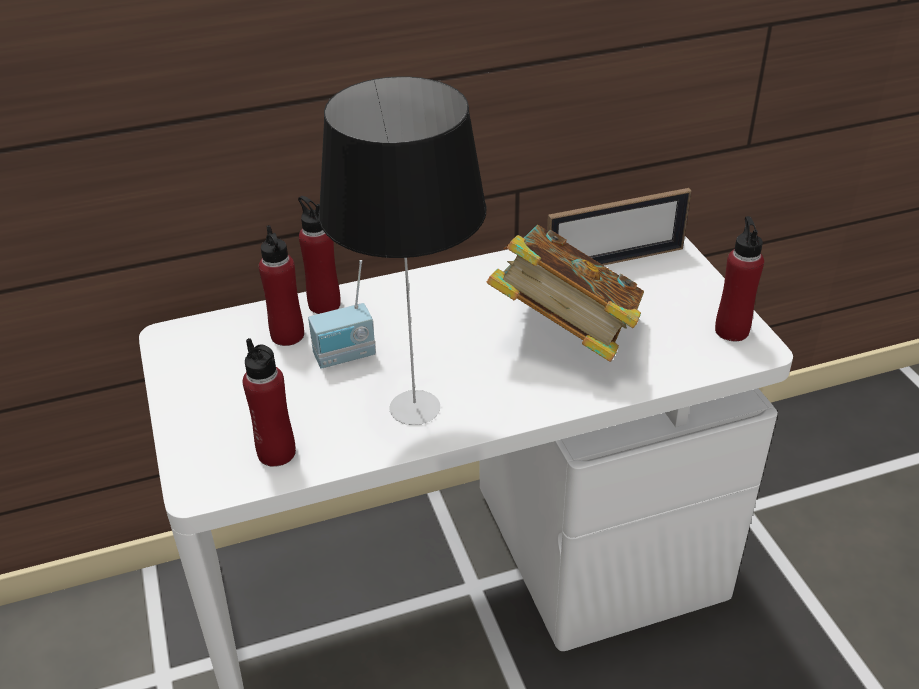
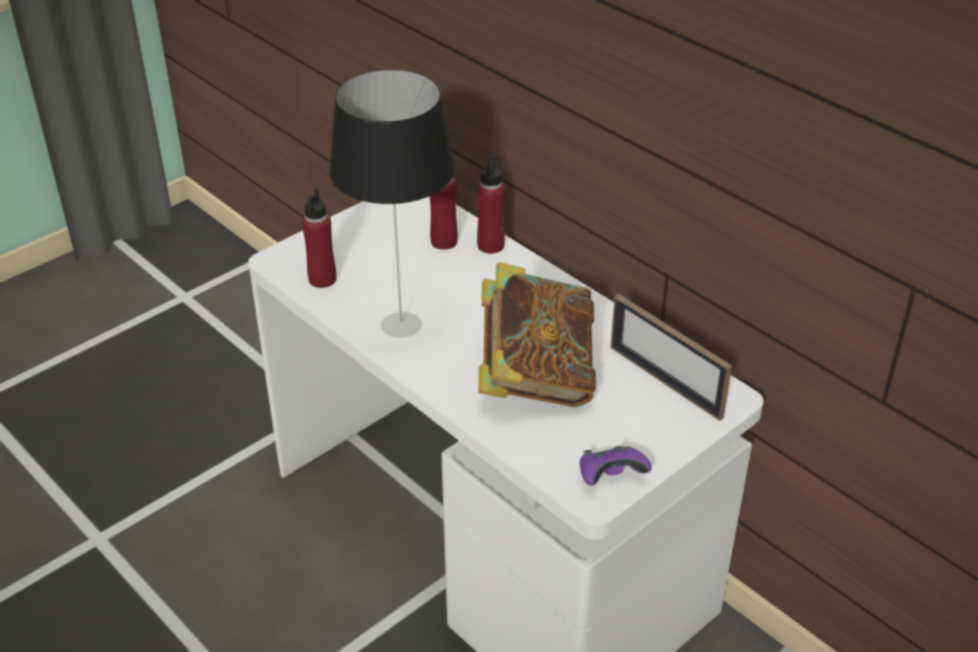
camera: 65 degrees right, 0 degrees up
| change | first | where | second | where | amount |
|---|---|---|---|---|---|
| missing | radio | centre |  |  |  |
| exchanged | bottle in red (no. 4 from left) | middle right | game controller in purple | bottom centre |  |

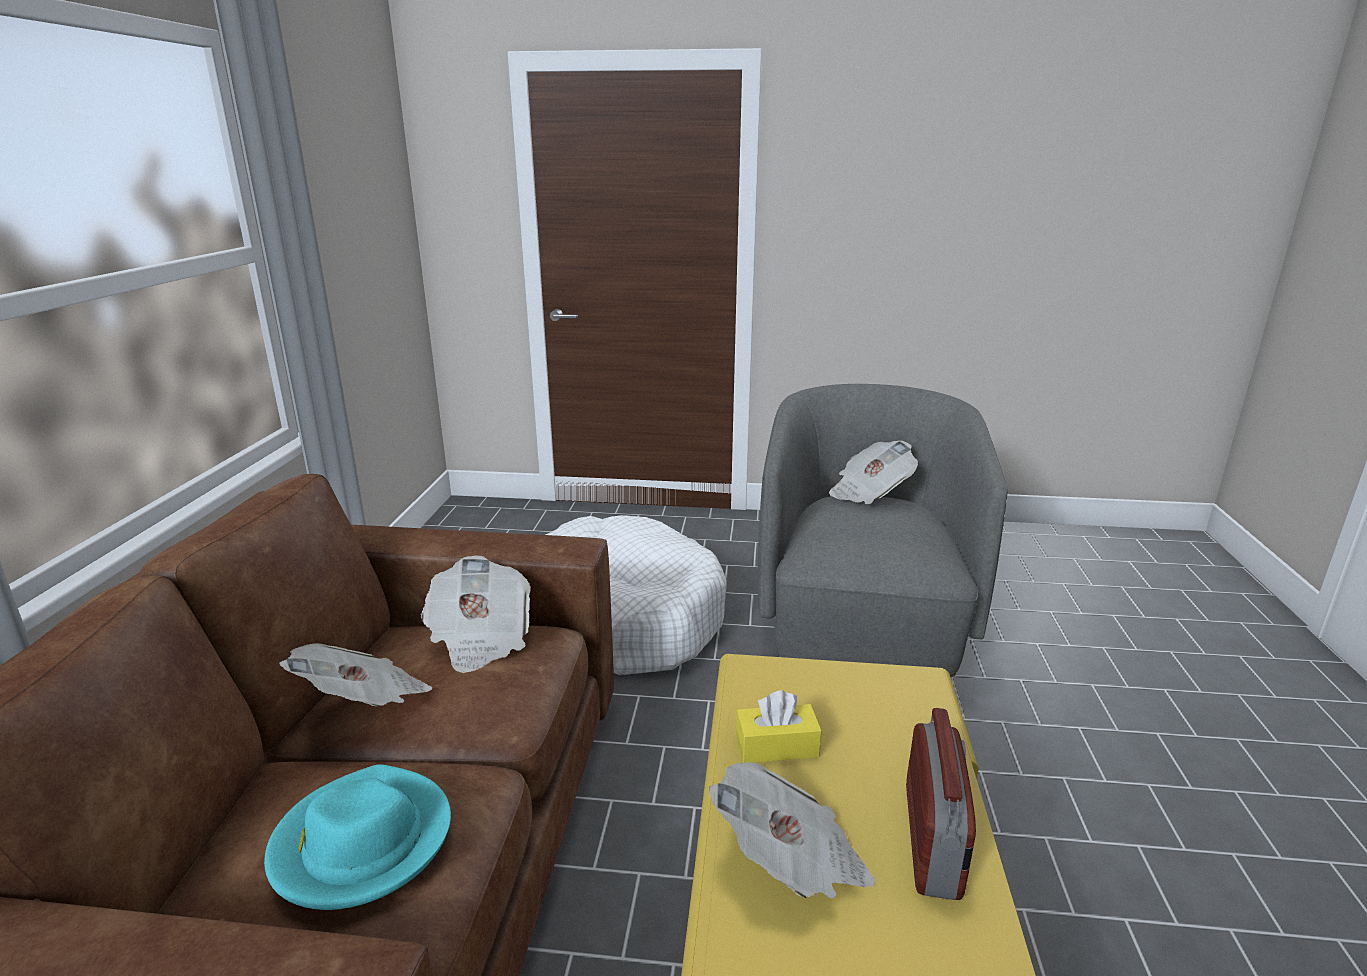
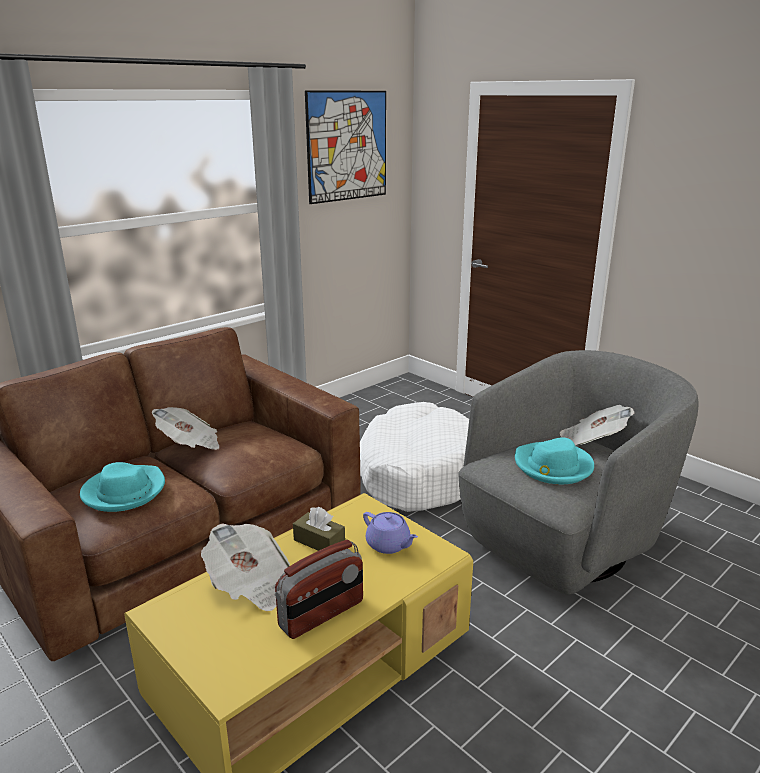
camera: 40 degrees right, 0 degrees up
| change | first | where | second | where | amount |
|---|---|---|---|---|---|
| missing | newspaper (no. 2 from left) | centre |  |  |  |
| appeared |  |  | picture | top centre |  |
| appeared |  |  | teapot in purple | bottom centre |  |
| appeared |  |  | hat in turquoise (no. 2 from left) | middle right |  |
| colour | tissue box in yellow | bottom centre | tissue box in brown | bottom centre |  |

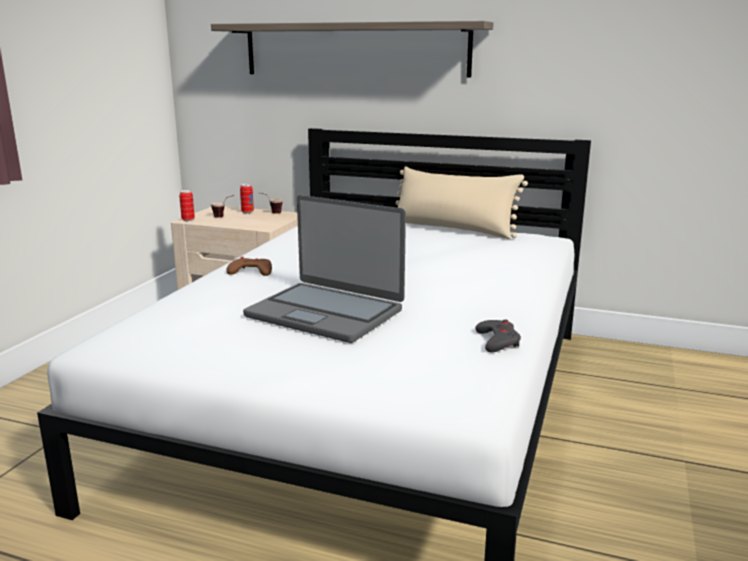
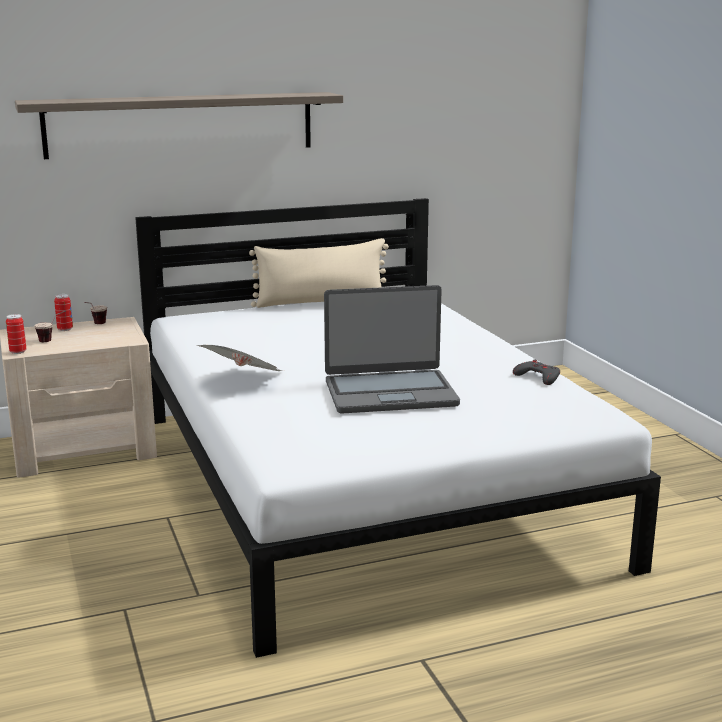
camera: 40 degrees left, 0 degrees up
| change | first | where | second | where | amount |
|---|---|---|---|---|---|
| exchanged | game controller in brown | middle left | newspaper | middle left |  |

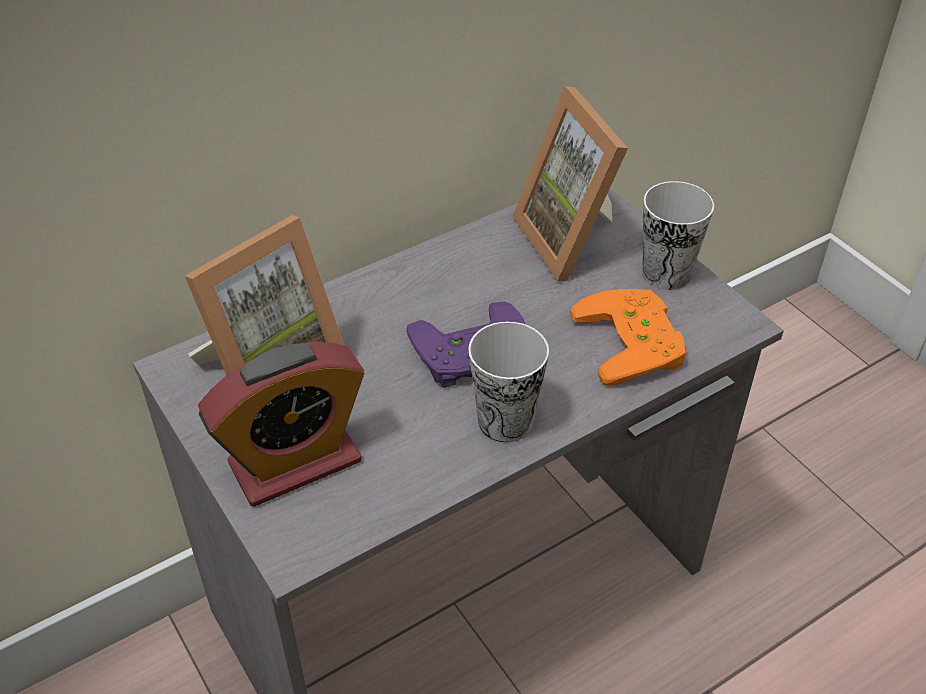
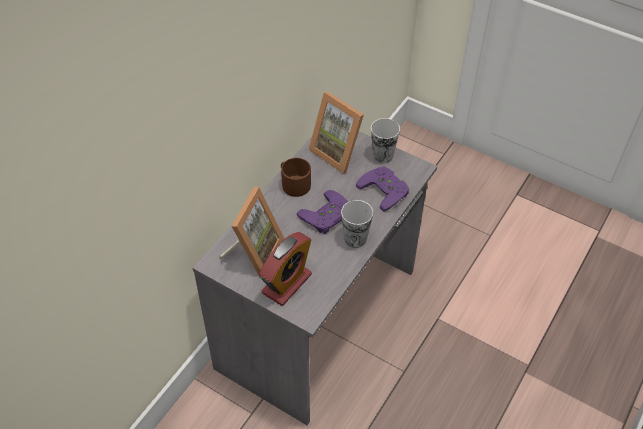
camera: 25 degrees left, 5 degrees up
| change | first | where | second | where | amount |
|---|---|---|---|---|---|
| appeared |  |  | mug in brown | centre |  |
| colour | game controller in orange | middle right | game controller in purple (no. 2 from left) | centre |  |

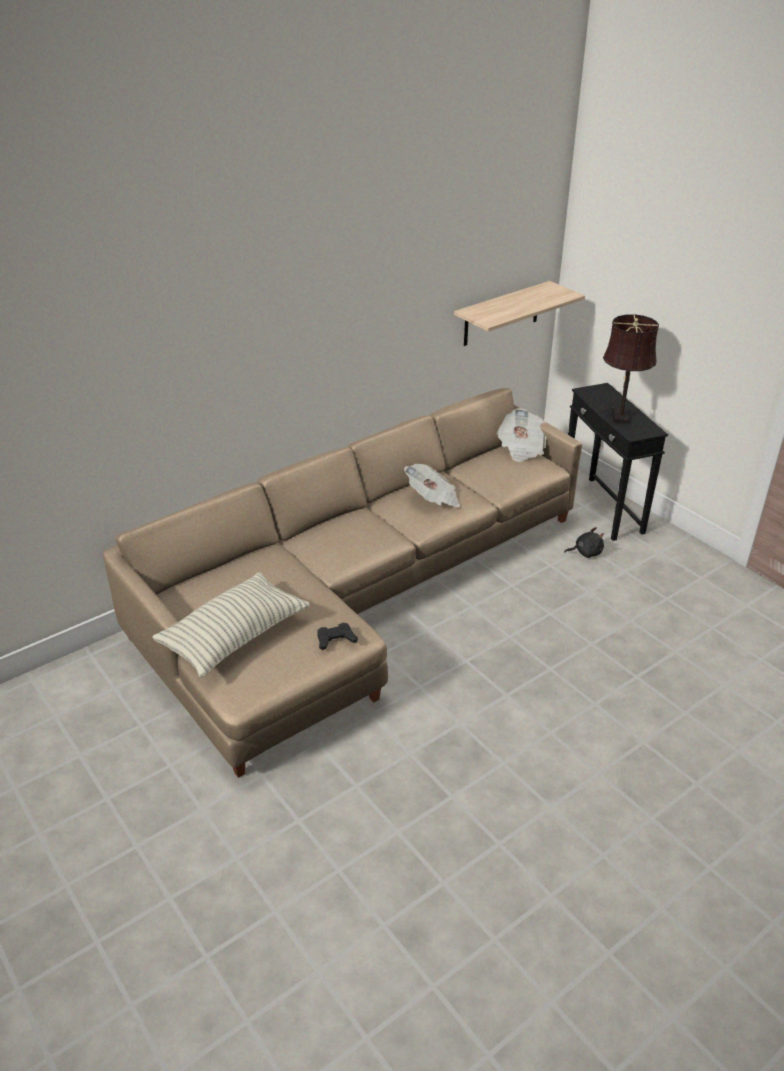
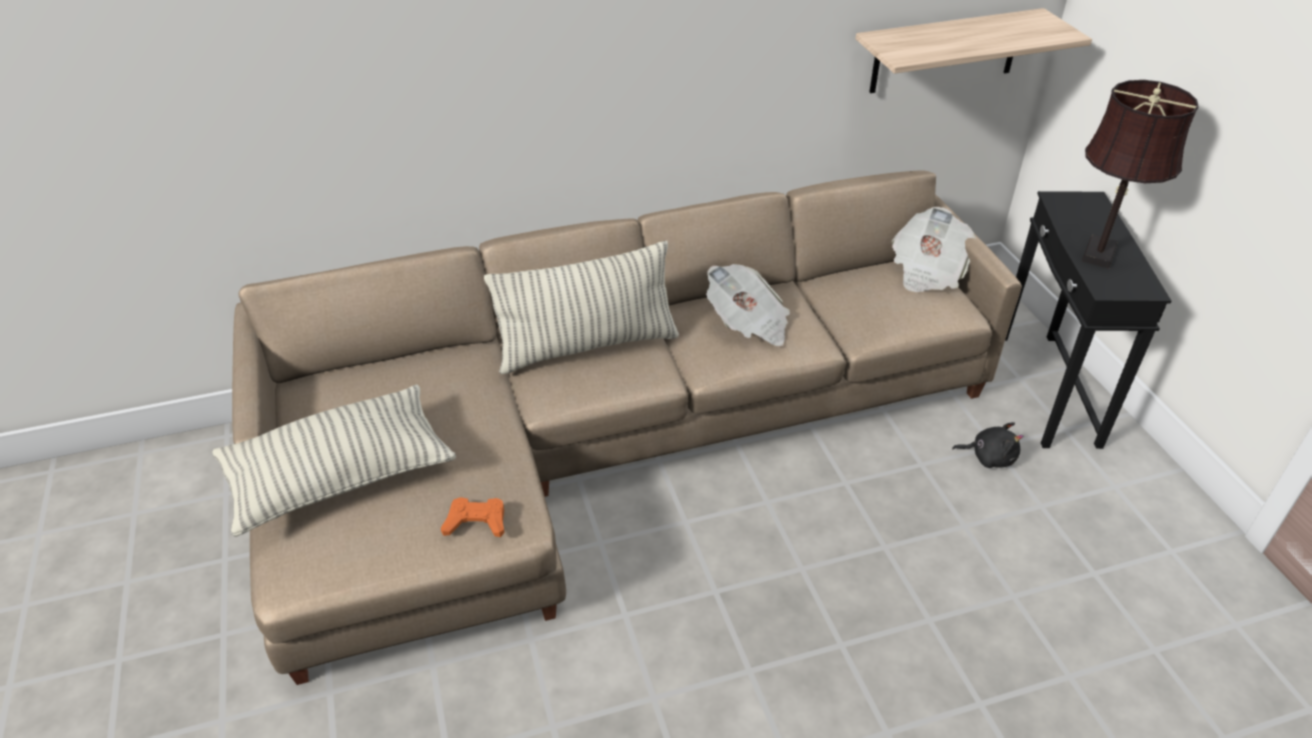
camera: 20 degrees right, 5 degrees up
| change | first | where | second | where | amount |
|---|---|---|---|---|---|
| appeared |  |  | pillow (no. 2 from left) | centre |  |
| colour | game controller in black | centre | game controller in orange | bottom centre |  |

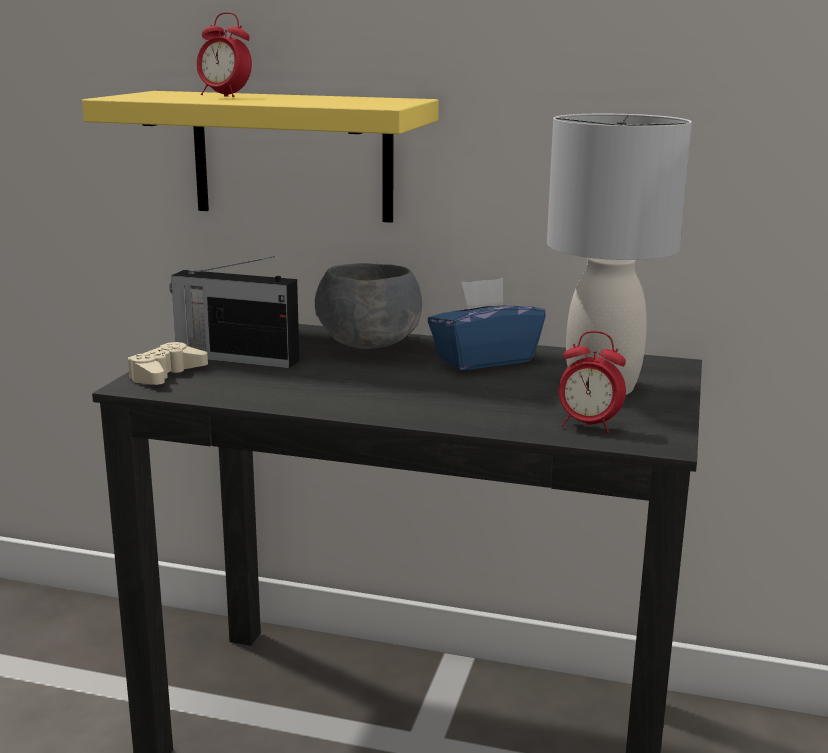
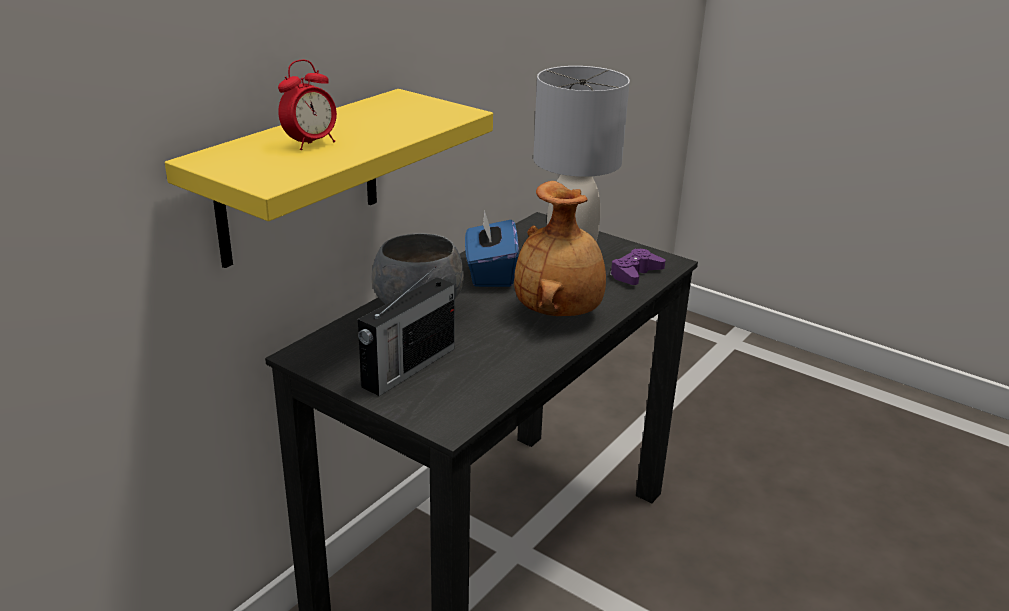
camera: 70 degrees left, 10 degrees up
| change | first | where | second | where | amount |
|---|---|---|---|---|---|
| missing | game controller in beige | middle left |  |  |  |
| appeared |  |  | vase in brown | centre |  |
| exchanged | alarm clock (no. 2 from left) | middle right | game controller in purple | centre |  |

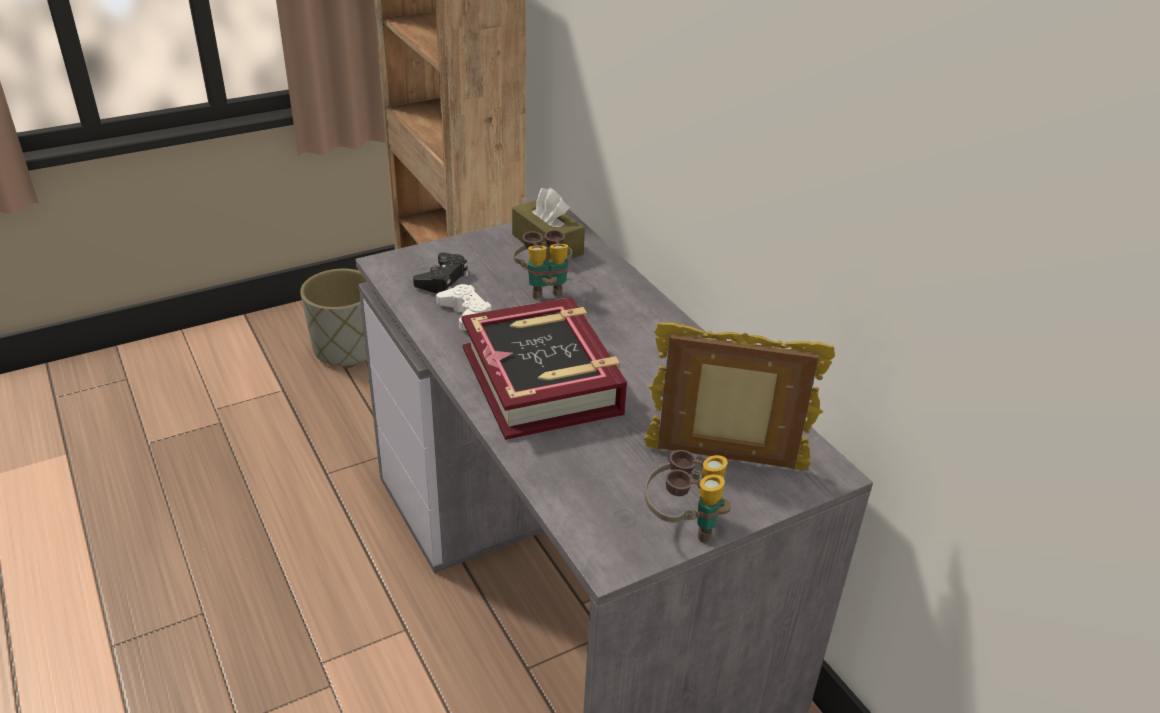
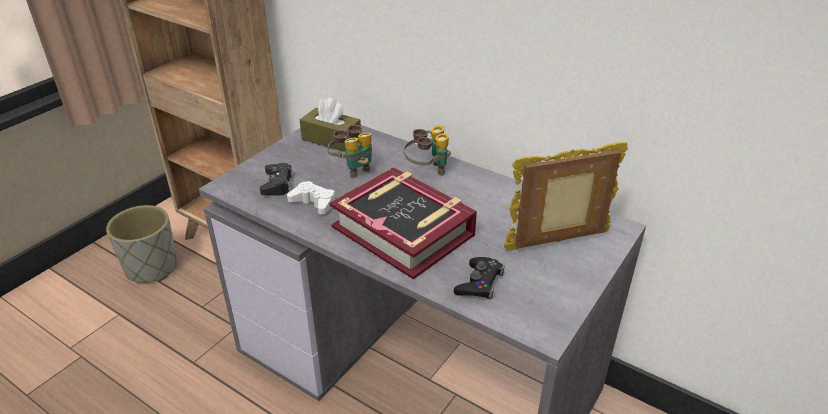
camera: 25 degrees left, 0 degrees up
| change | first | where | second | where | amount |
|---|---|---|---|---|---|
| appeared |  |  | game controller in black (no. 2 from left) | bottom centre |  |
| relocated | binoculars (no. 2 from left) | bottom centre |  | centre |  |

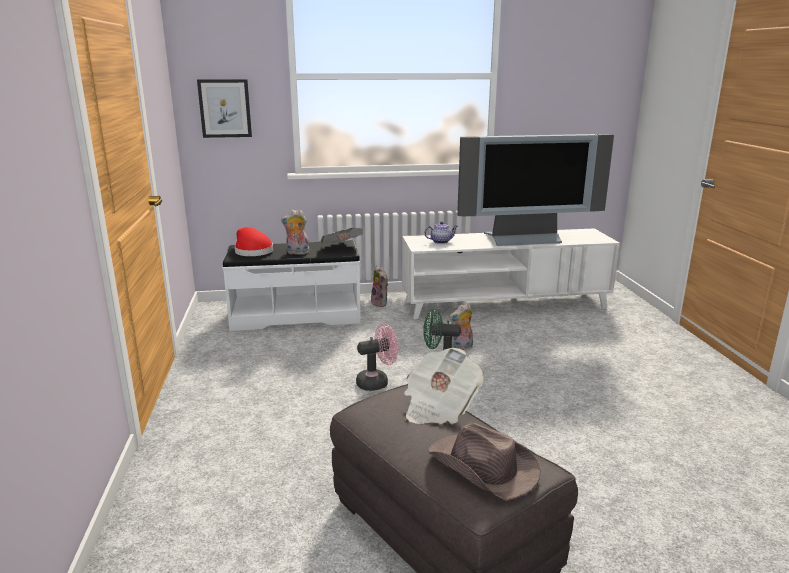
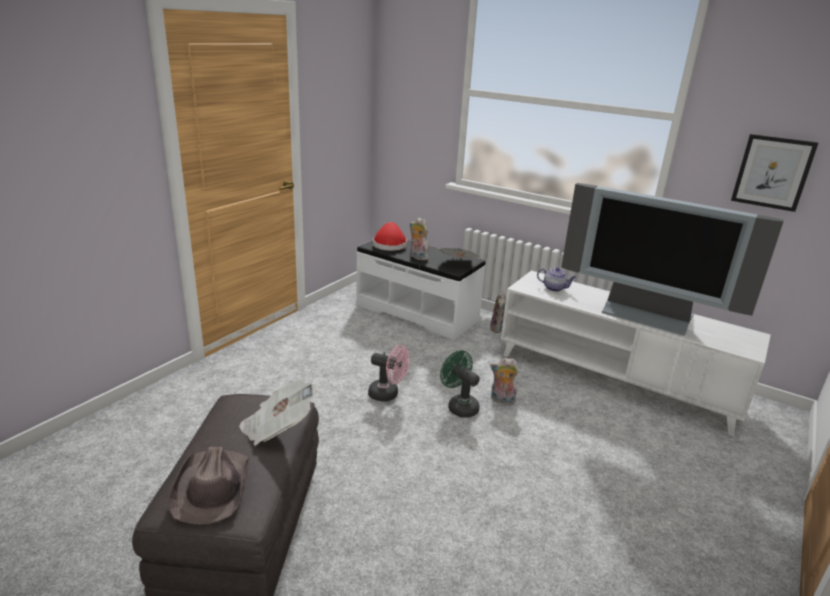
camera: 40 degrees right, 5 degrees up
| change | first | where | second | where | amount |
|---|---|---|---|---|---|
| relocated | picture | top left |  | top right |  |

